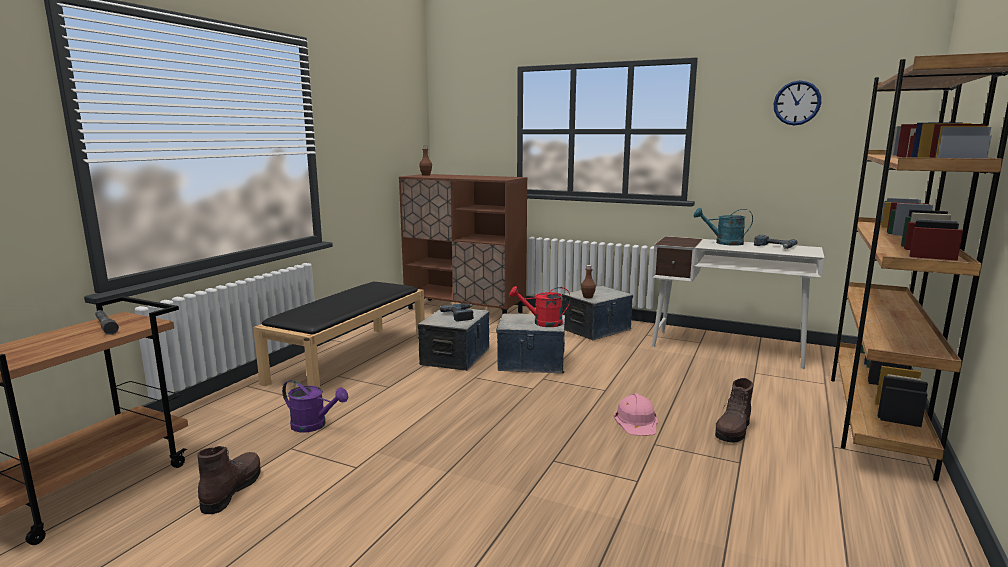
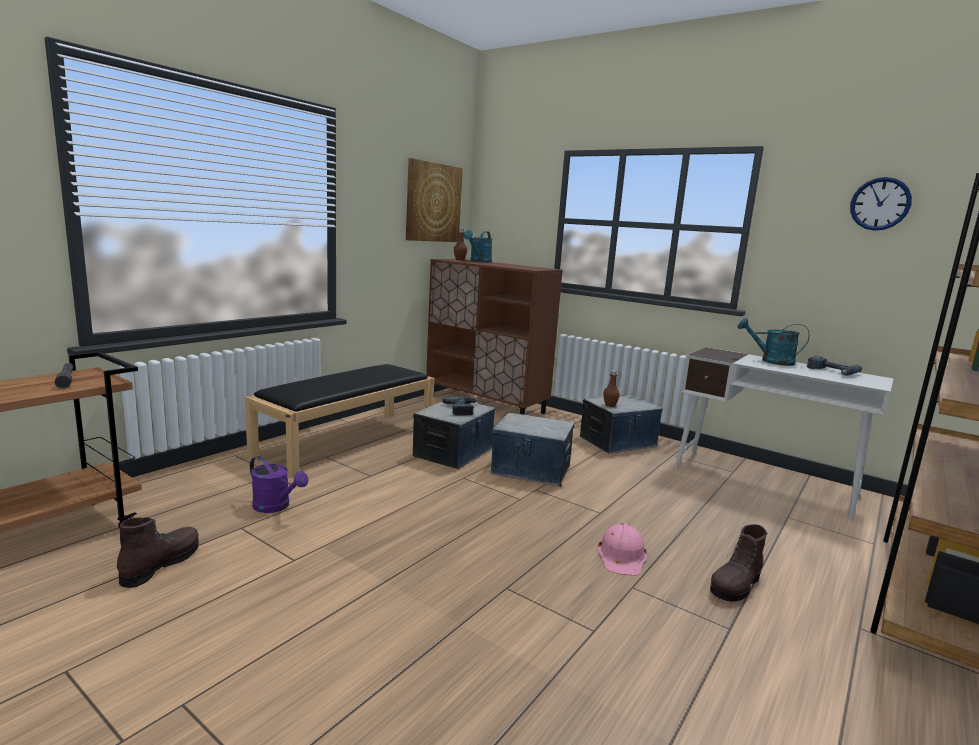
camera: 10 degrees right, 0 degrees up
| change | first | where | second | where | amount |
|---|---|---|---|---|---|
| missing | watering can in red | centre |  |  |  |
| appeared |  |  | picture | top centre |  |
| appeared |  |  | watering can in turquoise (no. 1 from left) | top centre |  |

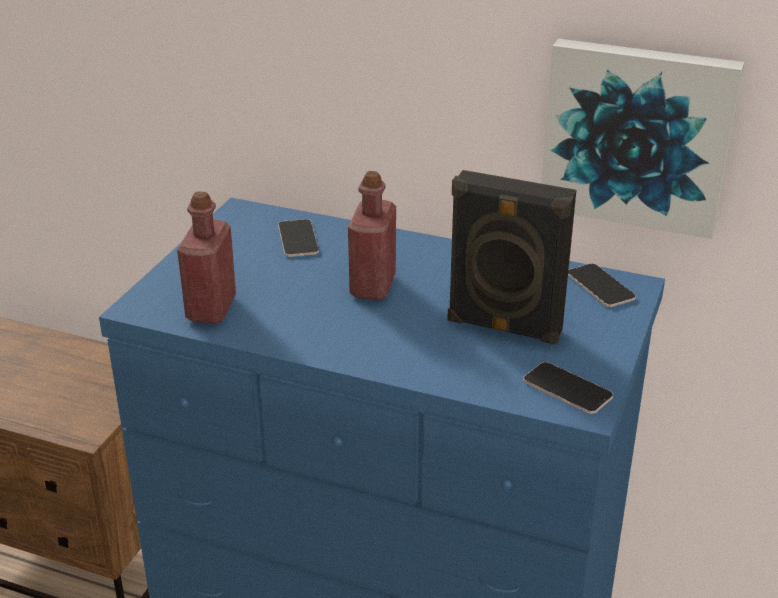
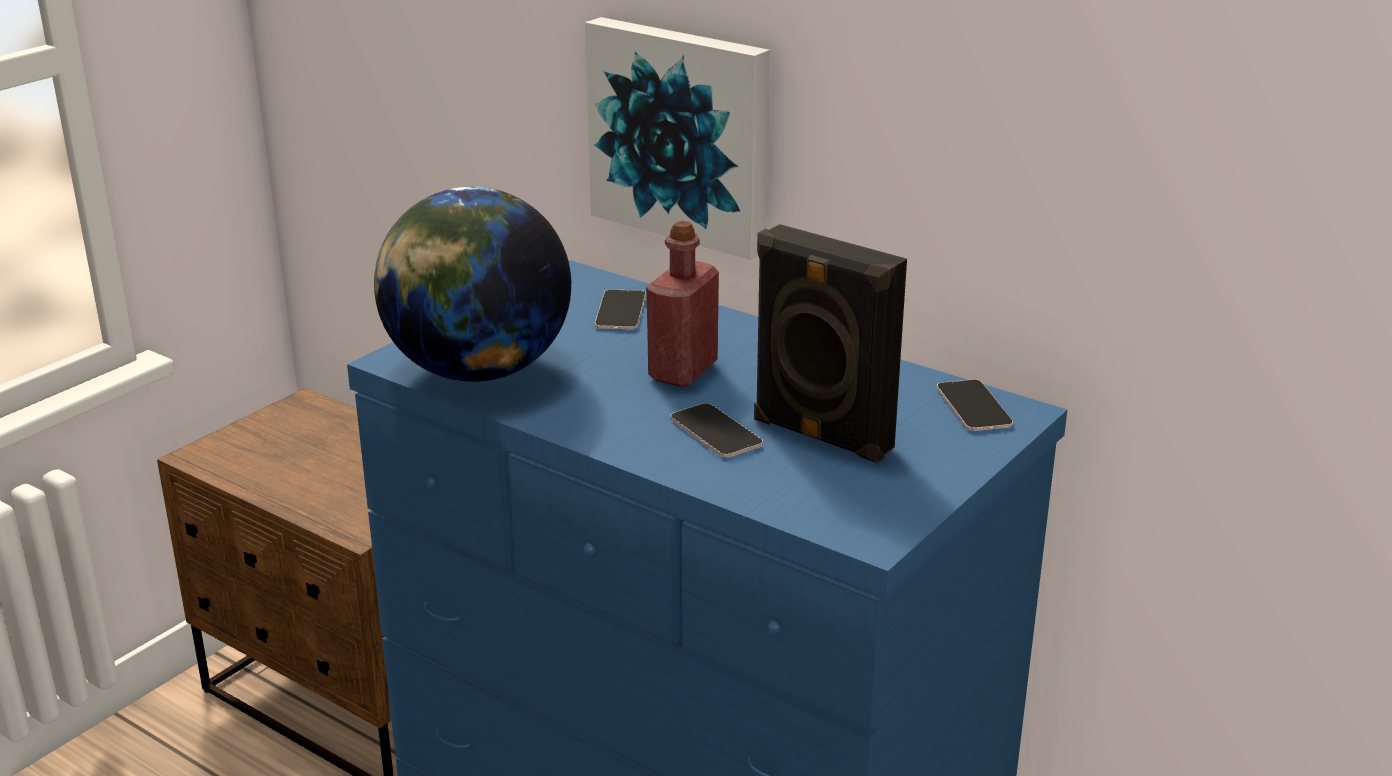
camera: 15 degrees right, 5 degrees down
| change | first | where | second | where | amount |
|---|---|---|---|---|---|
| relocated | phone (no. 2 from left) | middle right |  | centre |  |
| relocated | picture | top right |  | top centre |  |
| exchanged | bottle in red (no. 1 from left) | middle left | globe | centre |  |

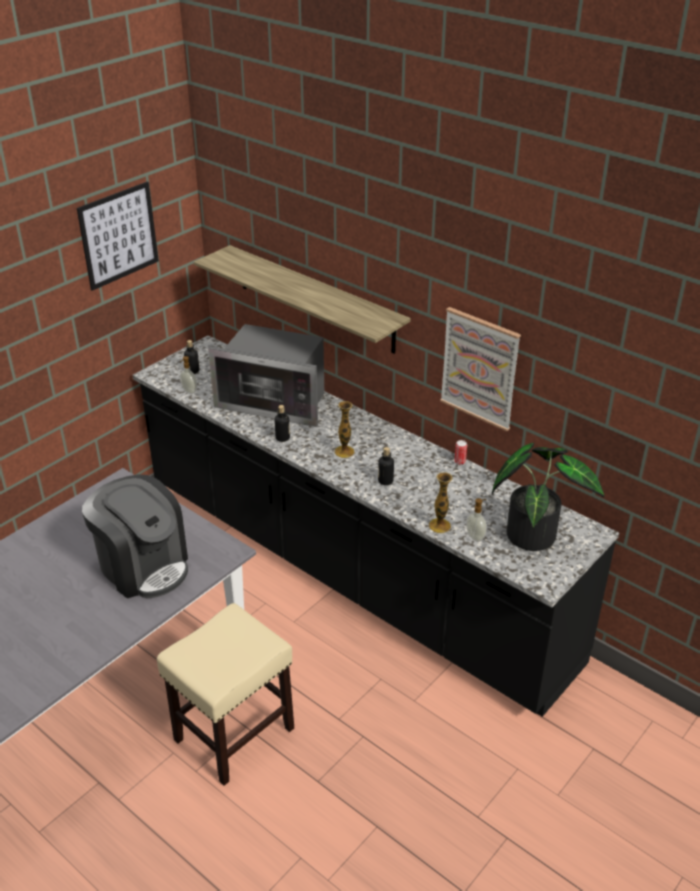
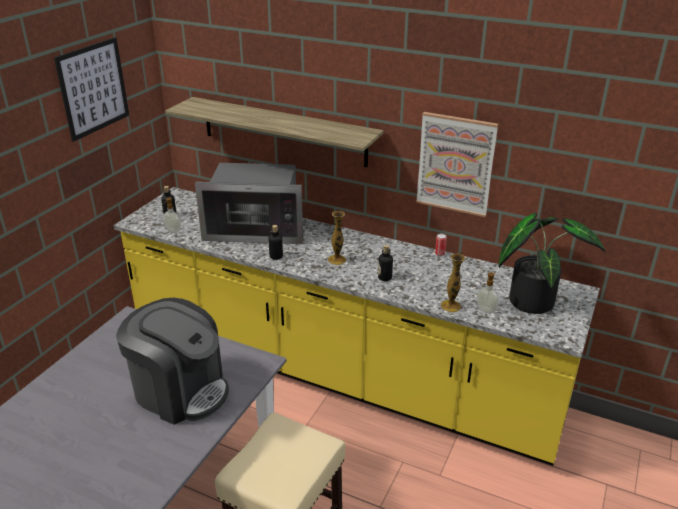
camera: 15 degrees left, 5 degrees down
| change | first | where | second | where | amount |
|---|---|---|---|---|---|
| colour | counter in black | centre | counter in yellow | centre |  |

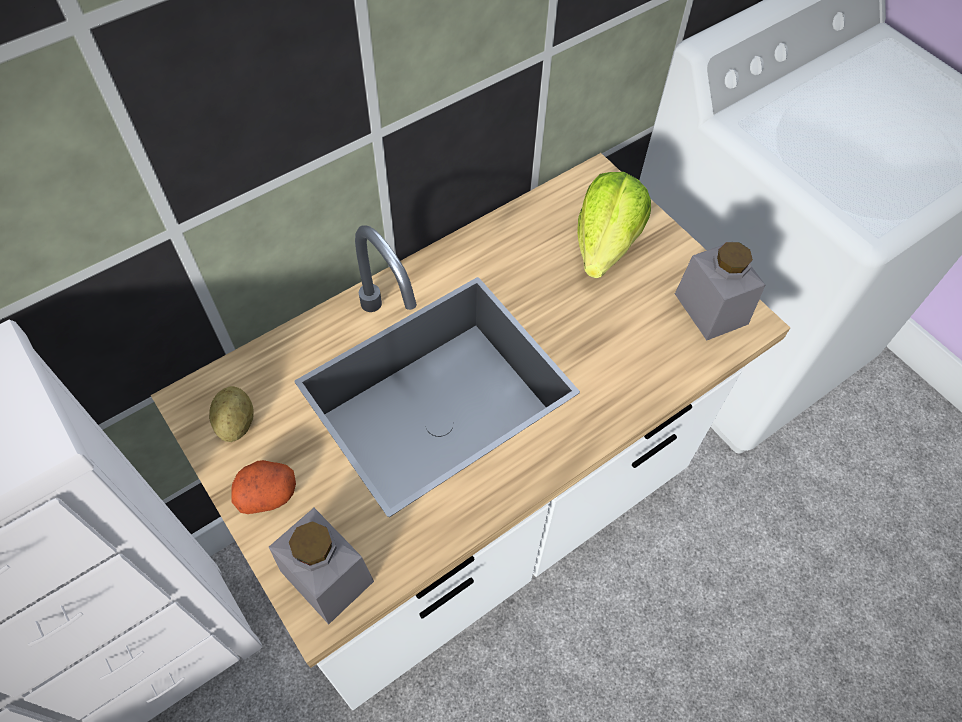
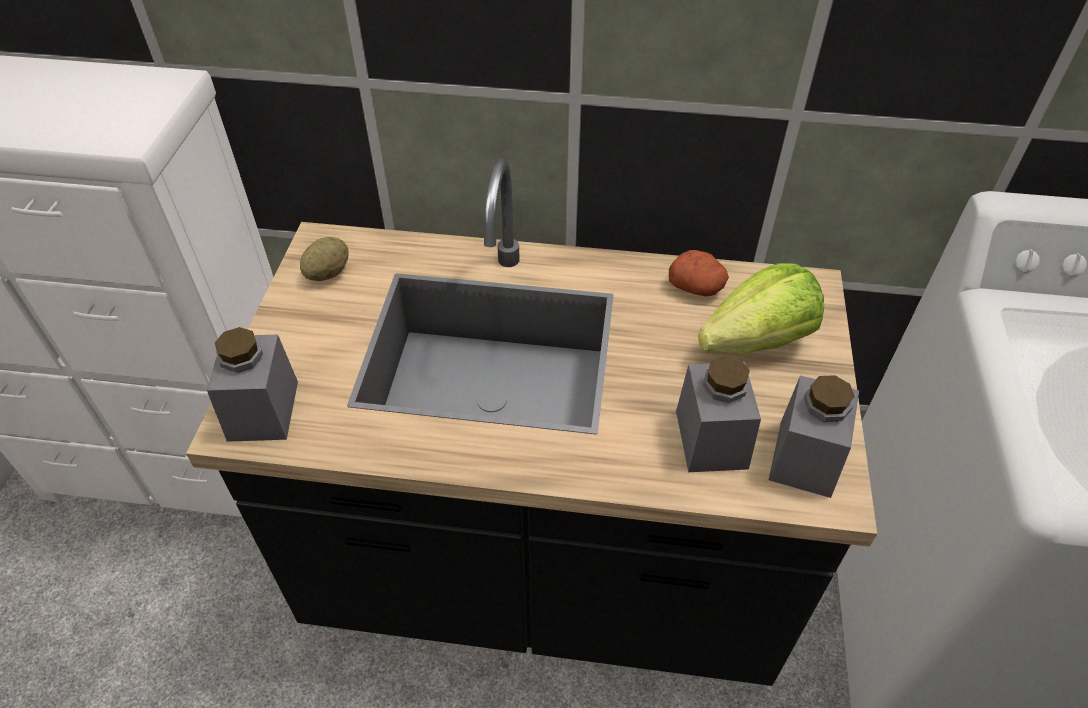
camera: 45 degrees right, 10 degrees down
| change | first | where | second | where | amount |
|---|---|---|---|---|---|
| appeared |  |  | jar in grey (no. 2 from left) | centre |  |
| relocated | potato (no. 2 from left) | bottom left |  | centre |  |
| colour | counter in white | centre | counter in black | centre |  |

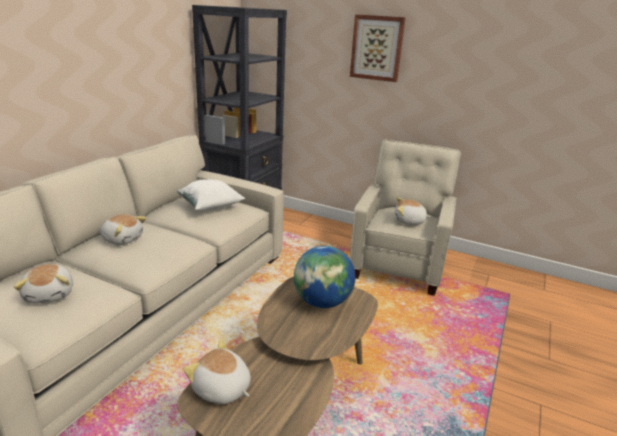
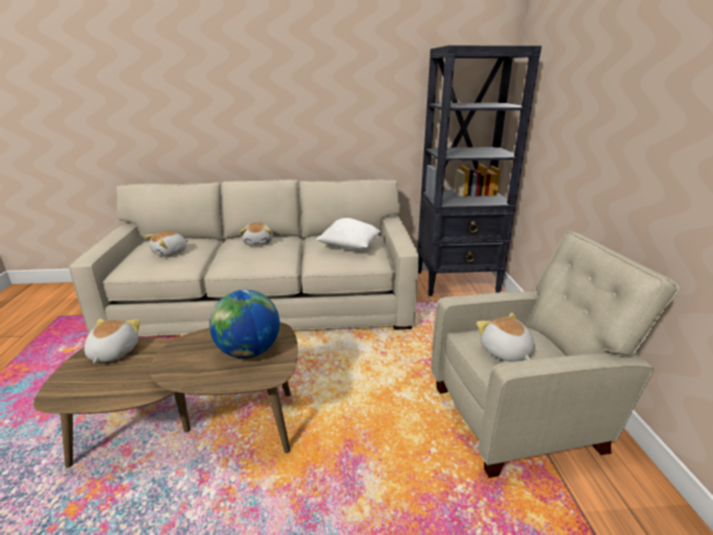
camera: 60 degrees right, 0 degrees up
| change | first | where | second | where | amount |
|---|---|---|---|---|---|
| missing | picture | top centre |  |  |  |

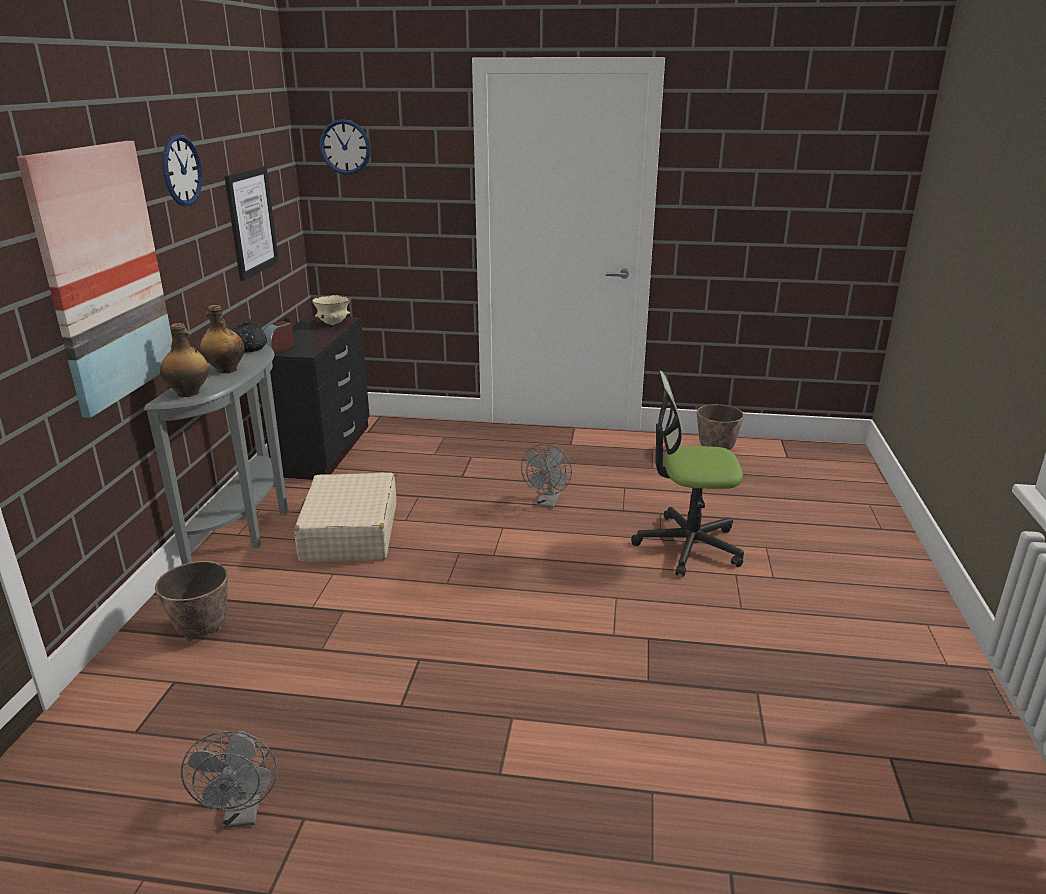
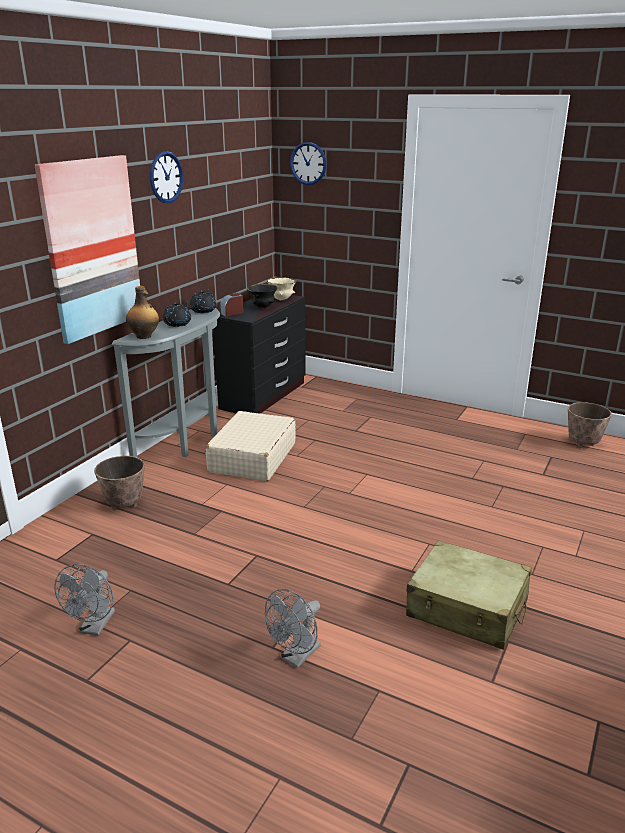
camera: 20 degrees right, 0 degrees up
| change | first | where | second | where | amount |
|---|---|---|---|---|---|
| missing | picture (no. 2 from left) | top left |  |  |  |
| missing | office chair | centre |  |  |  |
| appeared |  |  | bowl in black | centre |  |
| appeared |  |  | suitcase in beige (no. 2 from left) | bottom right |  |
| relocated | fan in grey (no. 2 from left) | centre |  | bottom centre |  |
| exchanged | bottle (no. 2 from left) | middle left | teapot in black (no. 1 from left) | middle left |  |

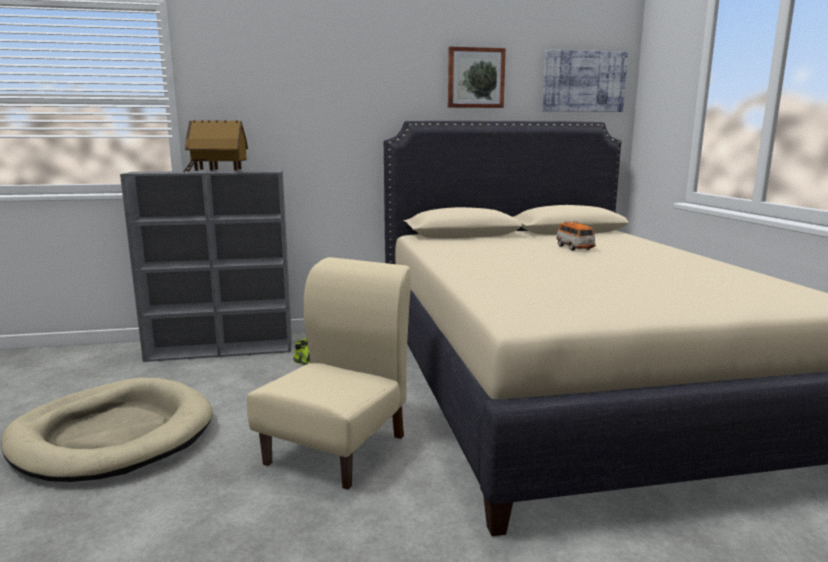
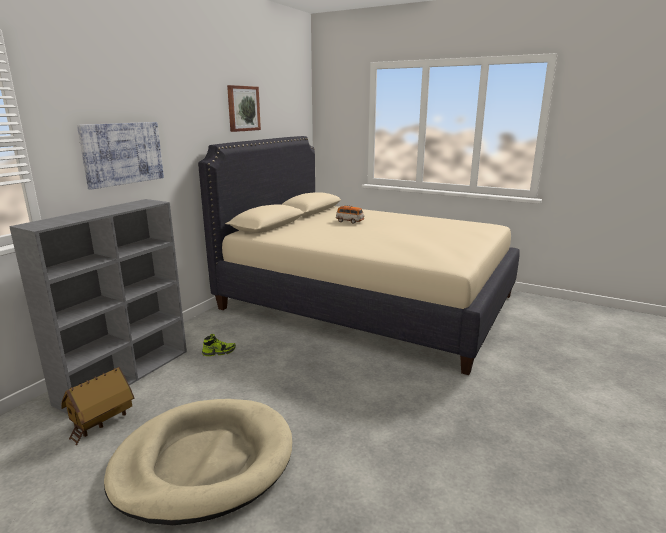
camera: 50 degrees left, 5 degrees up
| change | first | where | second | where | amount |
|---|---|---|---|---|---|
| missing | chair in beige | centre |  |  |  |
| relocated | toy house | top left |  | bottom left |  |
| relocated | picture (no. 2 from left in the first image) | top right | picture (no. 1 from left) | top left |  |

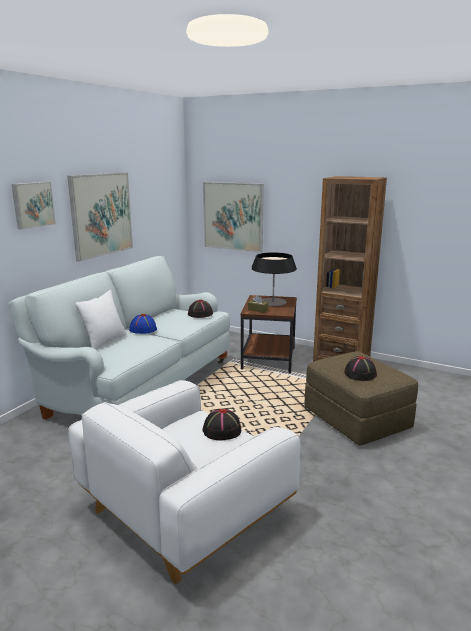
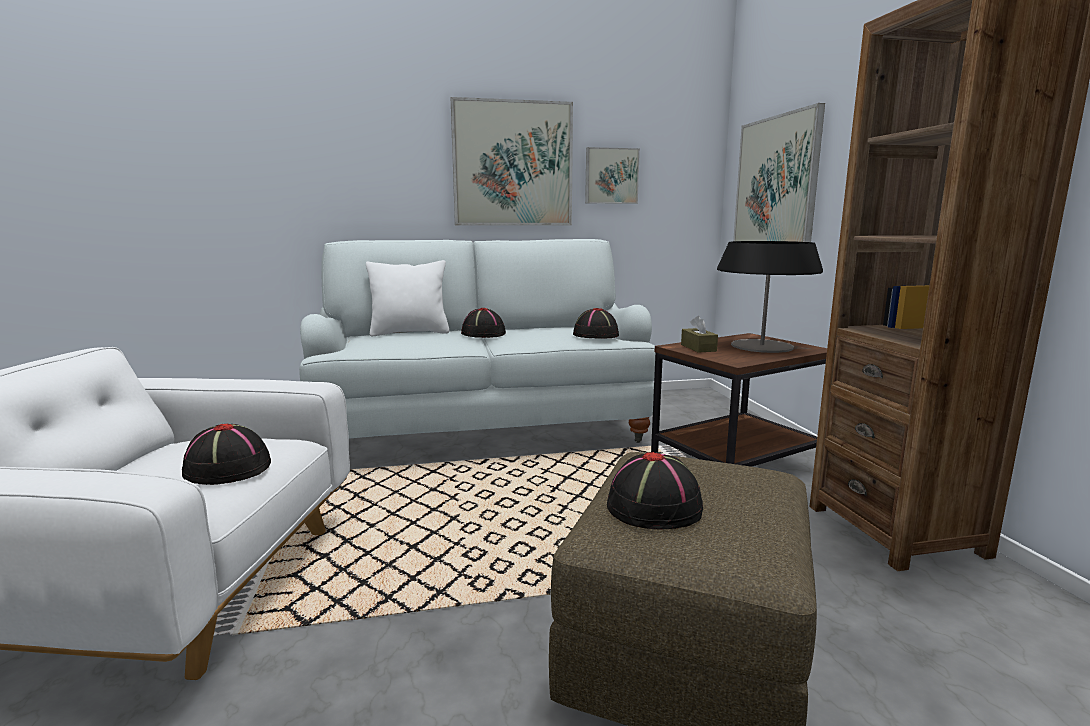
camera: 50 degrees right, 5 degrees down
| change | first | where | second | where | amount |
|---|---|---|---|---|---|
| relocated | picture (no. 1 from left in the first image) | top left | picture (no. 2 from left) | top centre |  |
| colour | hat in blue | middle left | hat in black (no. 2 from left) | centre |  |

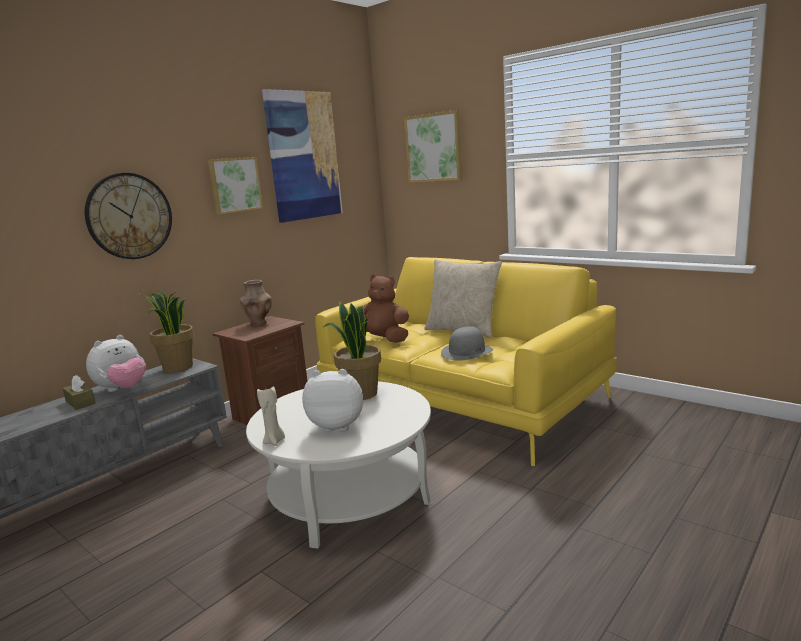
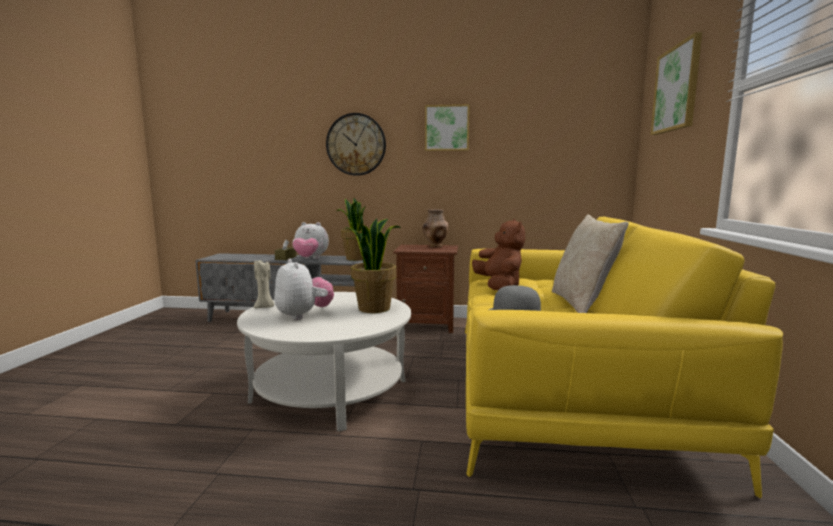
camera: 55 degrees right, 5 degrees down
| change | first | where | second | where | amount |
|---|---|---|---|---|---|
| missing | picture (no. 2 from left) | top centre |  |  |  |

